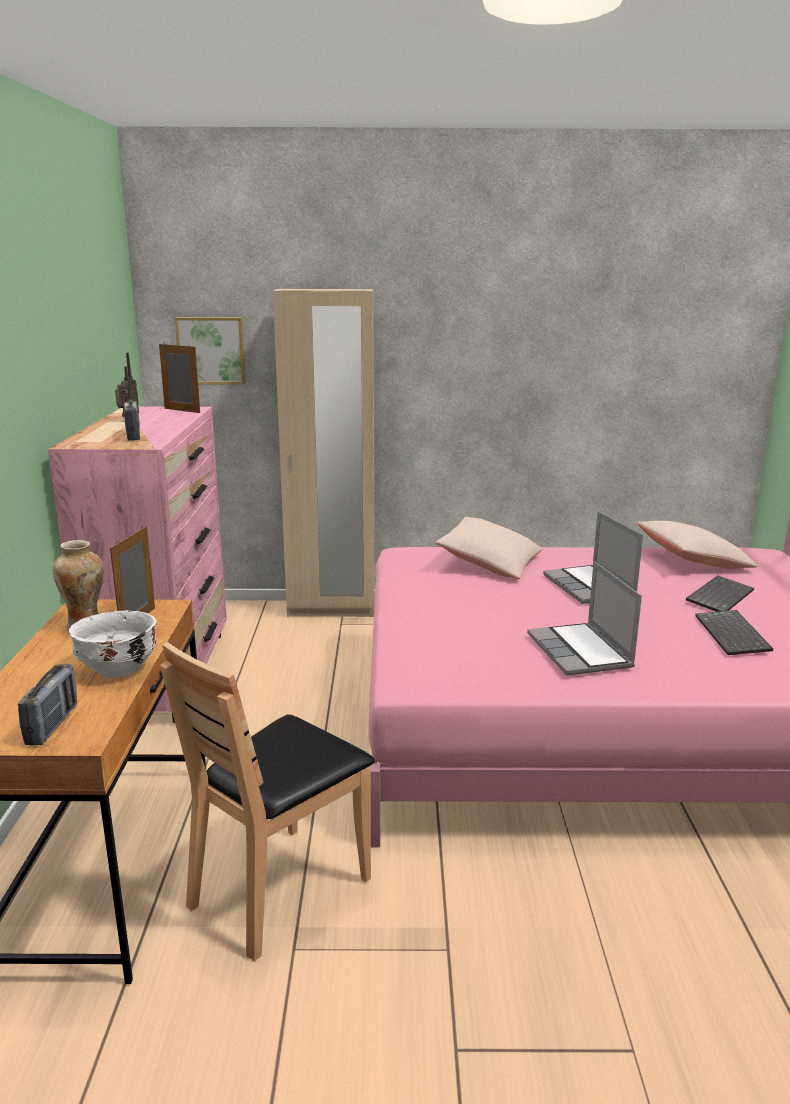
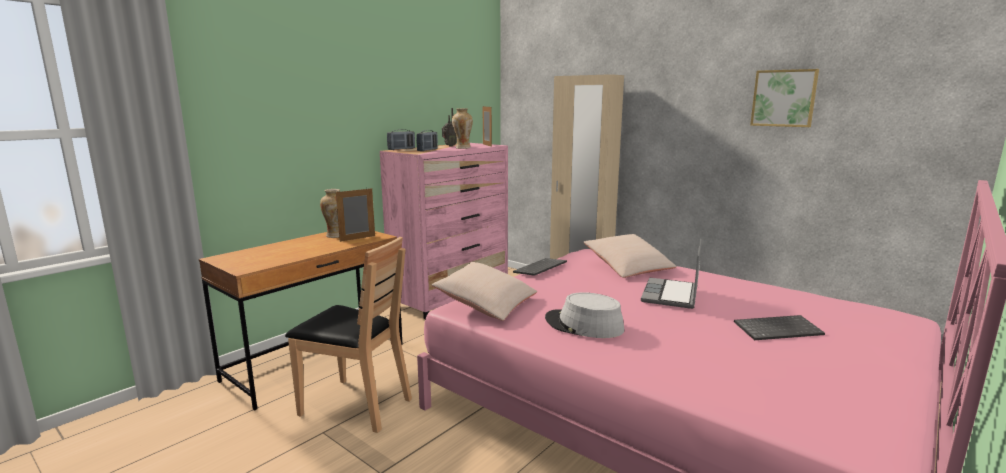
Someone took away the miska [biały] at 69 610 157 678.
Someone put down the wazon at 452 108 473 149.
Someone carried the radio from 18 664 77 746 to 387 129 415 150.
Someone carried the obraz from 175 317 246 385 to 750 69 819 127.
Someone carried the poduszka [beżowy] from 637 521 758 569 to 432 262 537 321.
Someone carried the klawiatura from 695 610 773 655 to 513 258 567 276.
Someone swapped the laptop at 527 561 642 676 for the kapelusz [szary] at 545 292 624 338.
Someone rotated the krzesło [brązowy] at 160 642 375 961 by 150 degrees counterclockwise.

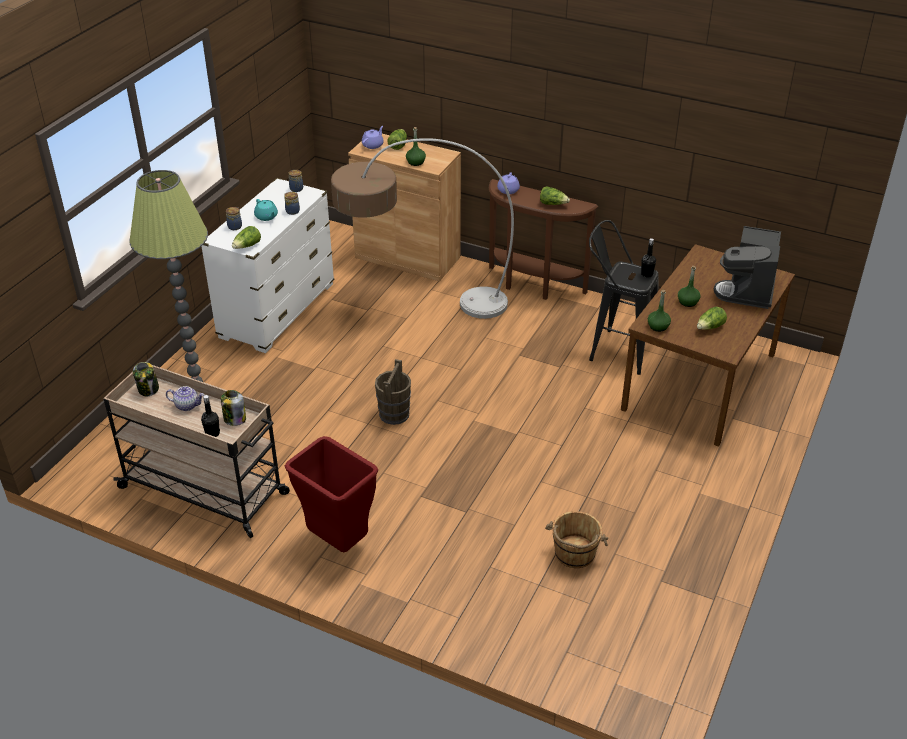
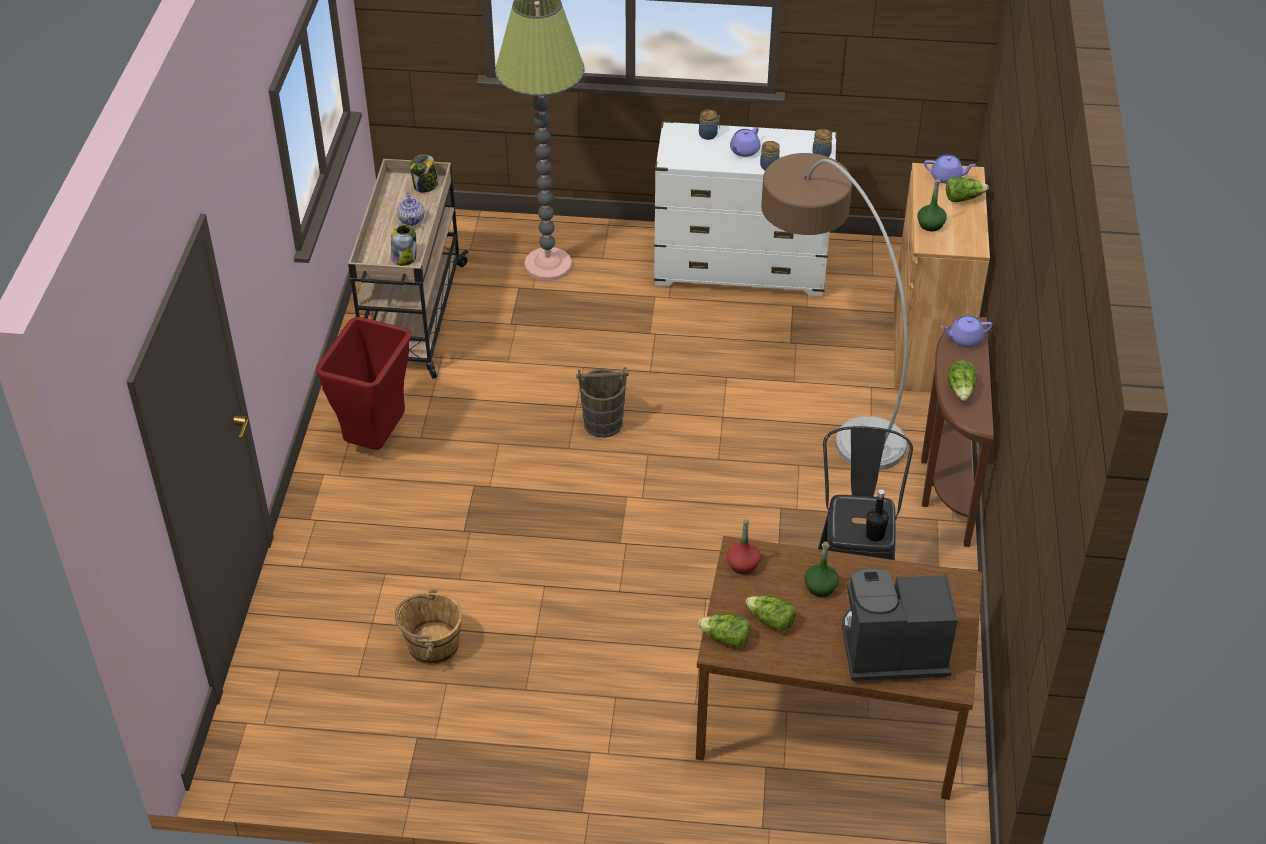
Someone took away the butelka [czarny] at 201 395 220 437.
Someone carried the sałata from 232 226 261 249 to 698 614 750 648.
Someone repainted the imbryk [turkusowy] at 254 199 278 221, which became the imbryk [fioletowy] at 730 127 760 157.
Someone repainted the butelka [zielony] at 648 290 671 332, which became the butelka [czerwony] at 727 520 761 574.

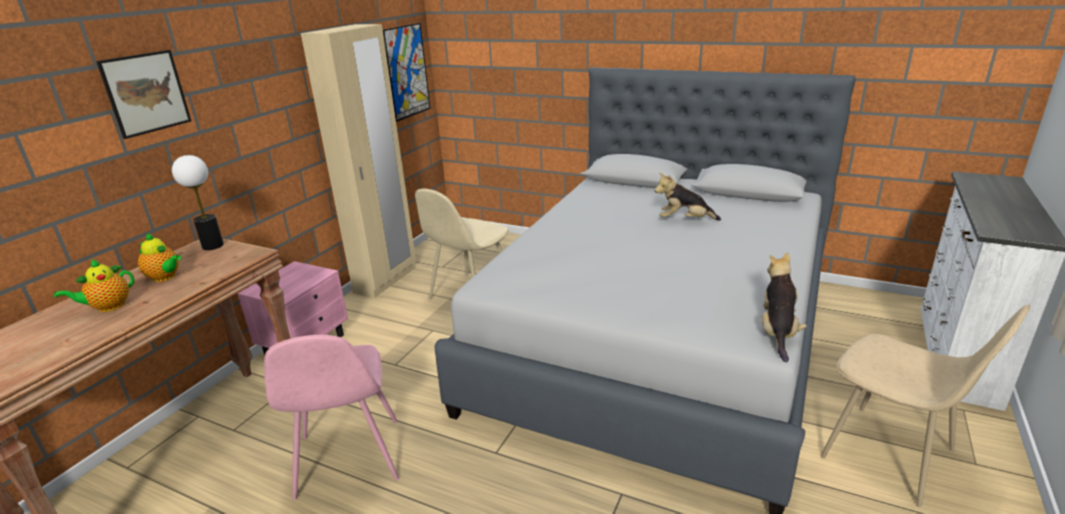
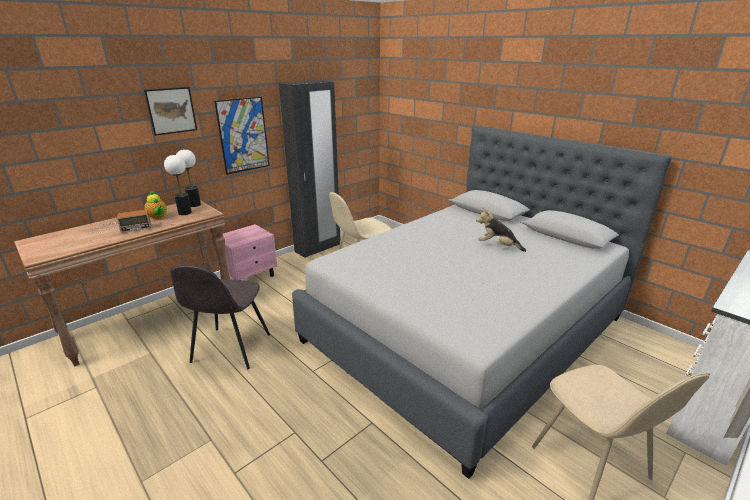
Someone took away the pluszak at 762 252 807 363.
Someone put down the lampa stołowa at 164 155 192 215.
Someone carried the obraz from 383 23 431 122 to 214 97 270 175.
Someone swapped the imbryk at 54 259 134 312 for the radio at 92 210 151 233.
Someone repainted the krzesło [różowy] at 264 335 399 501, which became the krzesło [szary] at 170 265 270 369.
Someone repainted the szafa [beżowy] at 301 24 416 298, which became the szafa [czarny] at 279 80 340 258.

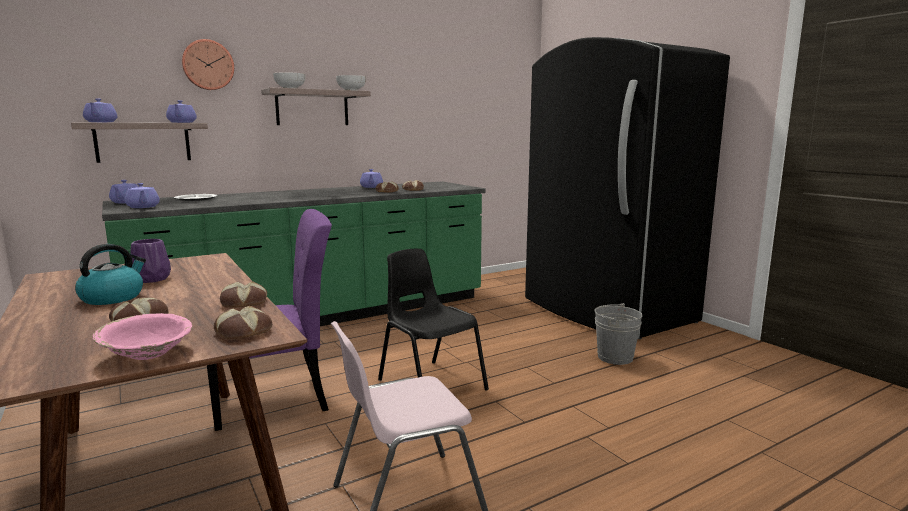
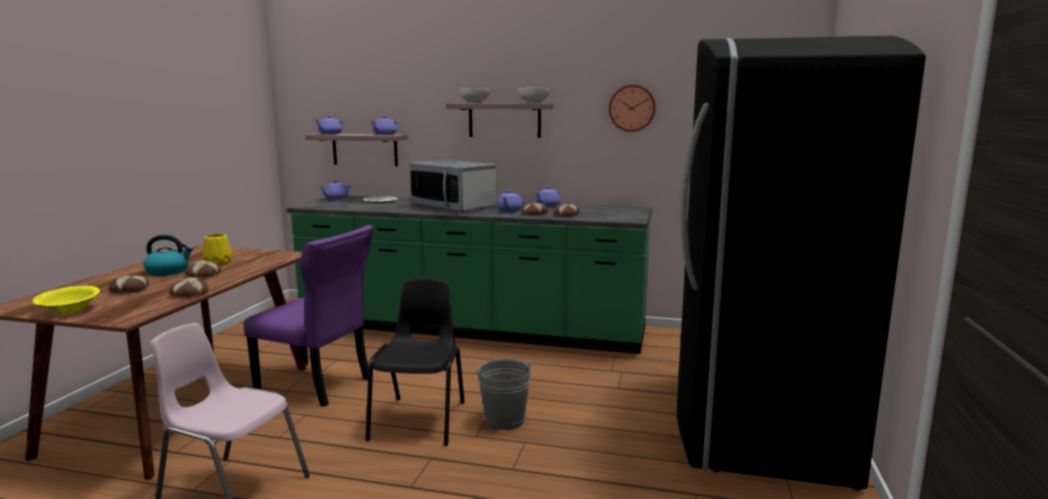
Someone put down the mikrofalówka at 410 160 496 212.
Someone carried the imbryk [fioletowy] from 125 183 160 208 to 497 190 523 212.
Someone carried the zegar ścienny from 182 39 234 90 to 609 85 656 132.
Someone carried the chleb from 214 306 272 340 to 185 260 221 277.
Someone carried the wiadro [szary] from 594 303 643 365 to 474 359 532 430.
Someone repainted the miska [różowy] at 92 313 192 360, which became the miska [żółty] at 32 286 100 314.
Someone repainted the wazon [fioletowy] at 130 239 171 283, which became the wazon [żółty] at 203 234 232 266.

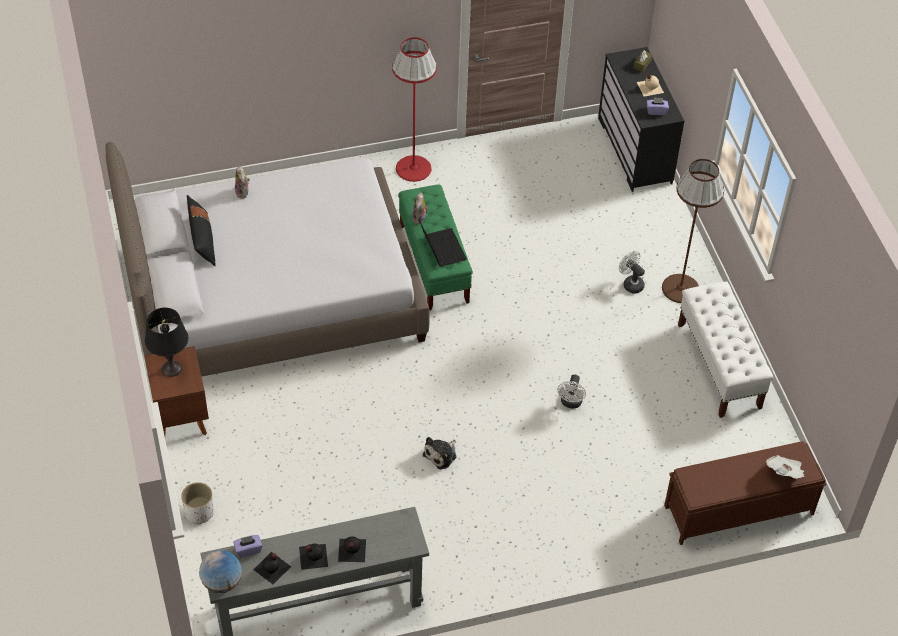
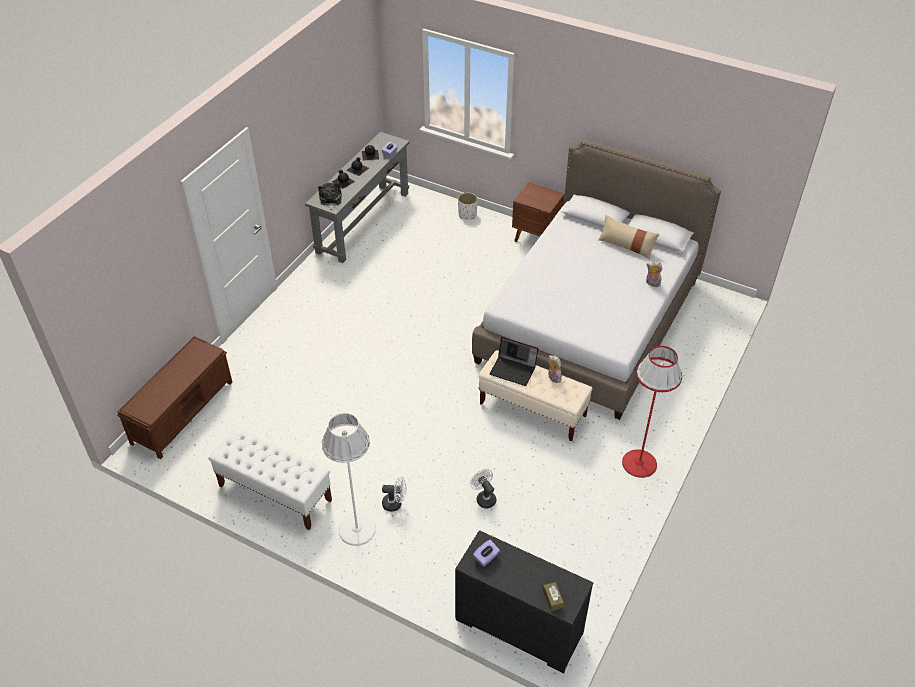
Someone took away the lampa stołowa [czarny] at 145 308 188 377.
Someone took away the globus at 199 550 242 593.
Someone took away the butelka [beżowy] at 637 75 664 97.
Someone took away the gazeta at 766 455 804 479.
Someone carried the pluszak from 423 437 457 469 to 318 183 342 210.
Someone carried the wentylator [biały] from 558 374 586 408 to 470 469 496 509.
Someone repainted the poduszka [czarny] at 187 195 216 266, which became the poduszka [beżowy] at 598 215 659 259.
Someone repainted the ławka [zielony] at 398 185 473 311, which became the ławka [beżowy] at 479 350 592 442.
Someone repainted the lampa stojąca [brązowy] at 662 159 724 303, which became the lampa stojąca [biały] at 321 413 376 546.

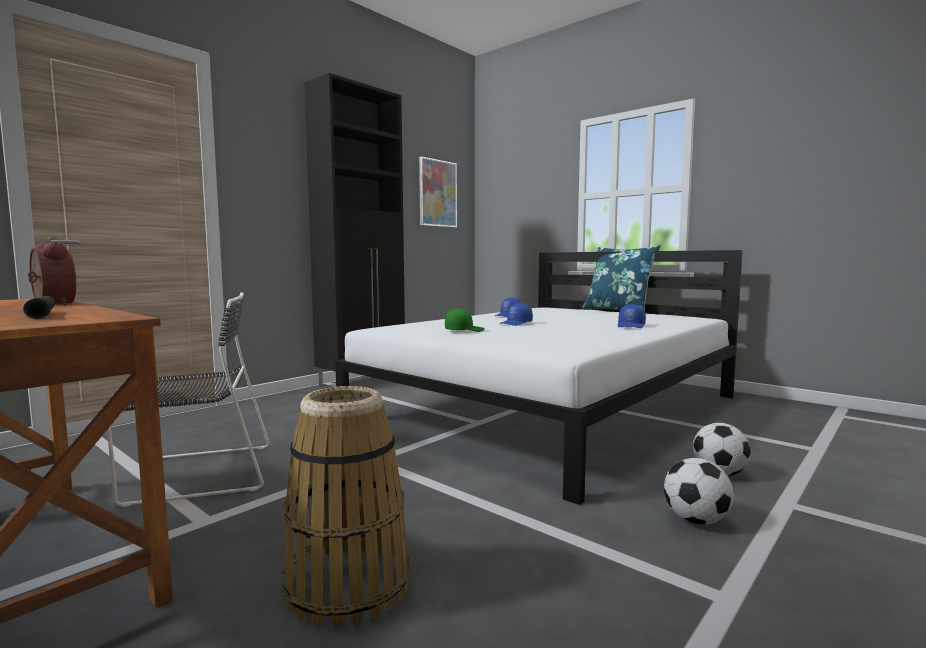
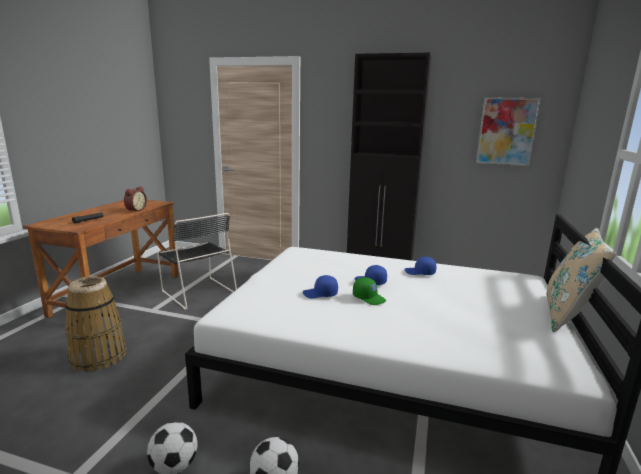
Someone carried the czapka z daszkiem [zielony] from 445 308 485 332 to 353 277 386 305.
Someone carried the czapka z daszkiem [niebieski] from 617 304 646 328 to 303 275 338 298.
Someone repainted the poduszka [niebieski] at 582 246 661 311, which became the poduszka [beżowy] at 546 228 616 332.

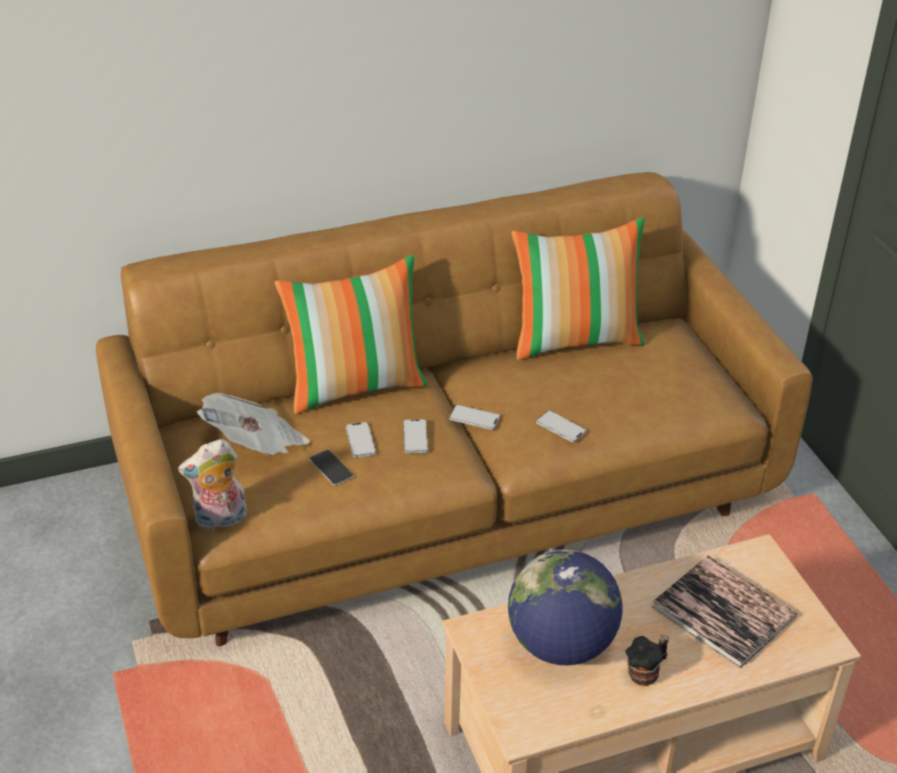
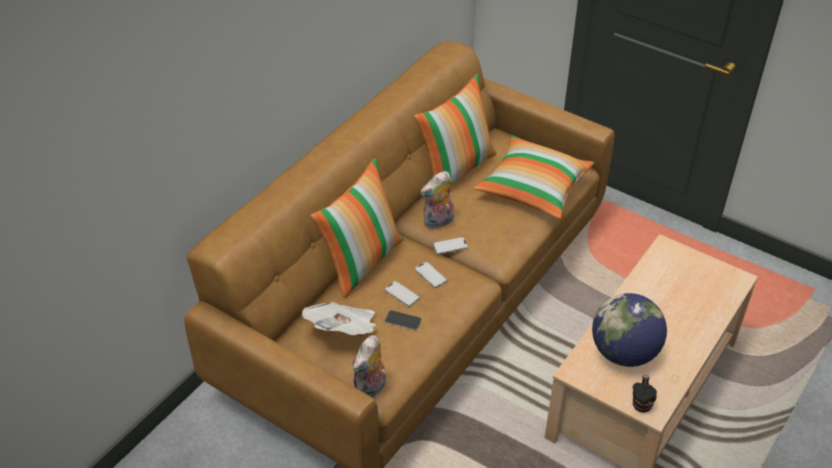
Someone took away the telefon at 536 410 586 442.
Someone took away the książka at 652 556 797 669.
Someone put down the pluszak at 420 171 454 229.
Someone put down the poduszka at 474 135 594 219.
Someone carried the kubek from 625 635 669 686 to 633 375 657 413.

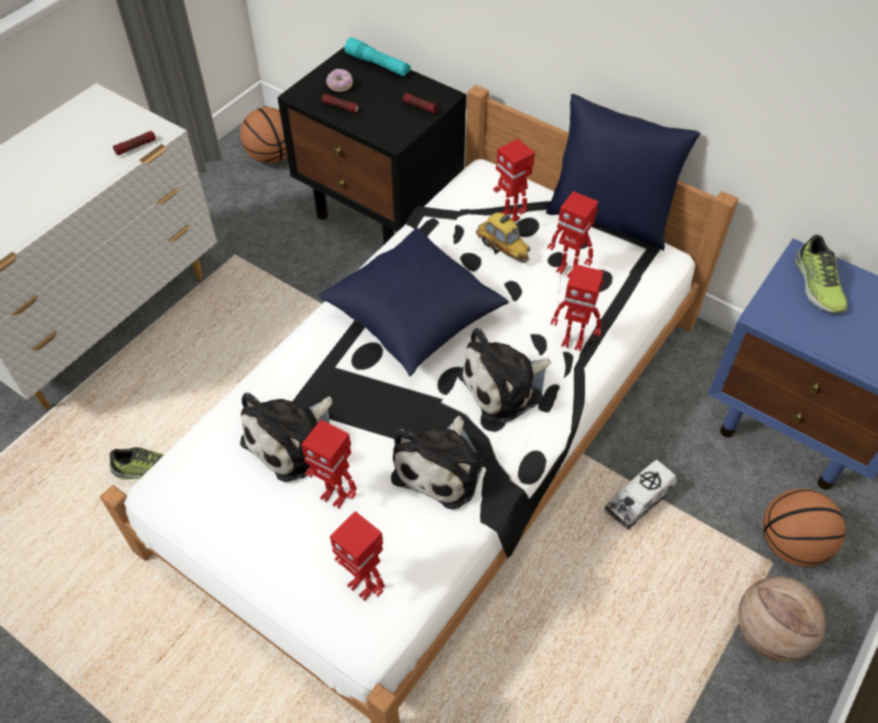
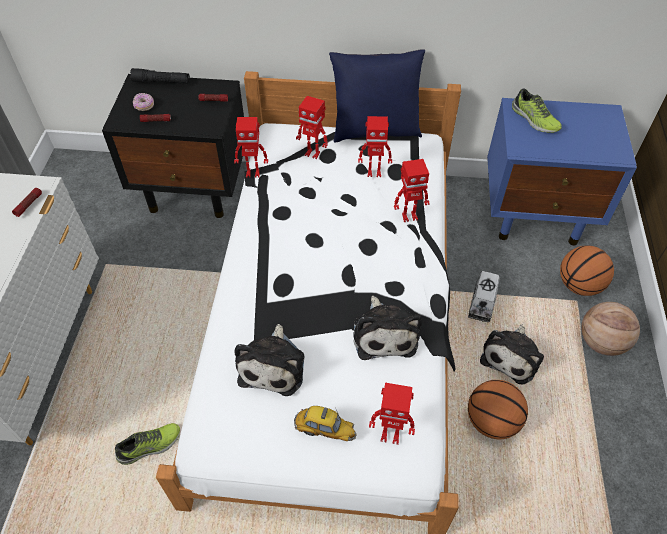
Someone took away the poduszka [niebieski] at 318 228 509 376.
Someone carried the piłka do koszykówki from 240 107 287 164 to 468 380 528 439.
Someone carried the robot zabawkowy from 301 420 357 509 to 234 117 268 178.
Someone carried the pluszak from 457 328 551 423 to 480 324 544 385.
Someone carried the samochodzik from 476 212 530 263 to 294 406 357 441.
Someone repainted the latarka [turkusowy] at 344 37 411 76, which became the latarka [czarny] at 130 68 190 84.

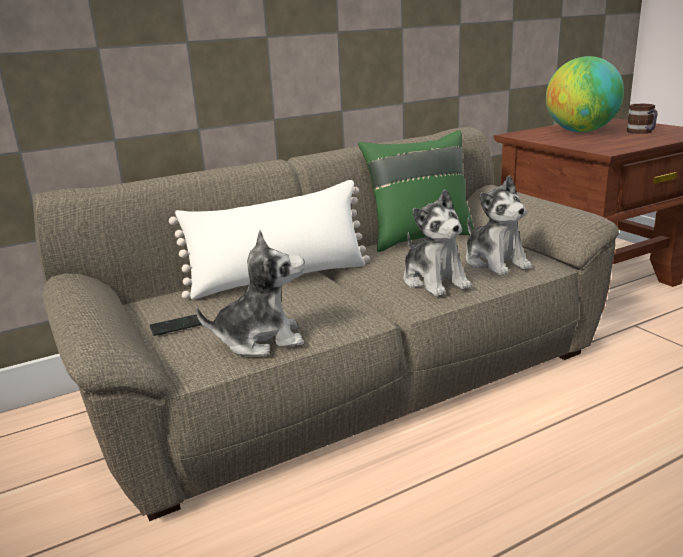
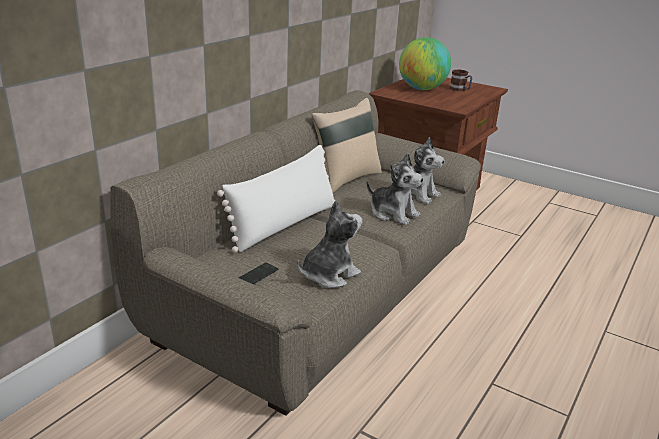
Someone repainted the poduszka [zielony] at 358 130 474 252, which became the poduszka [beżowy] at 311 98 382 193.

